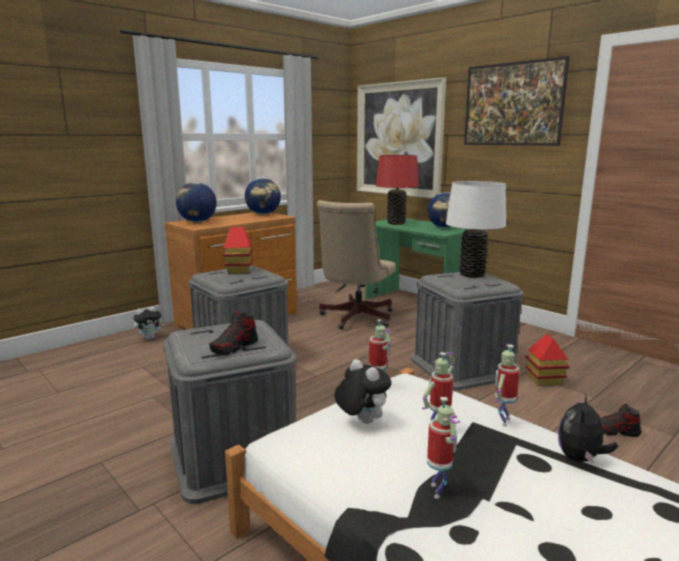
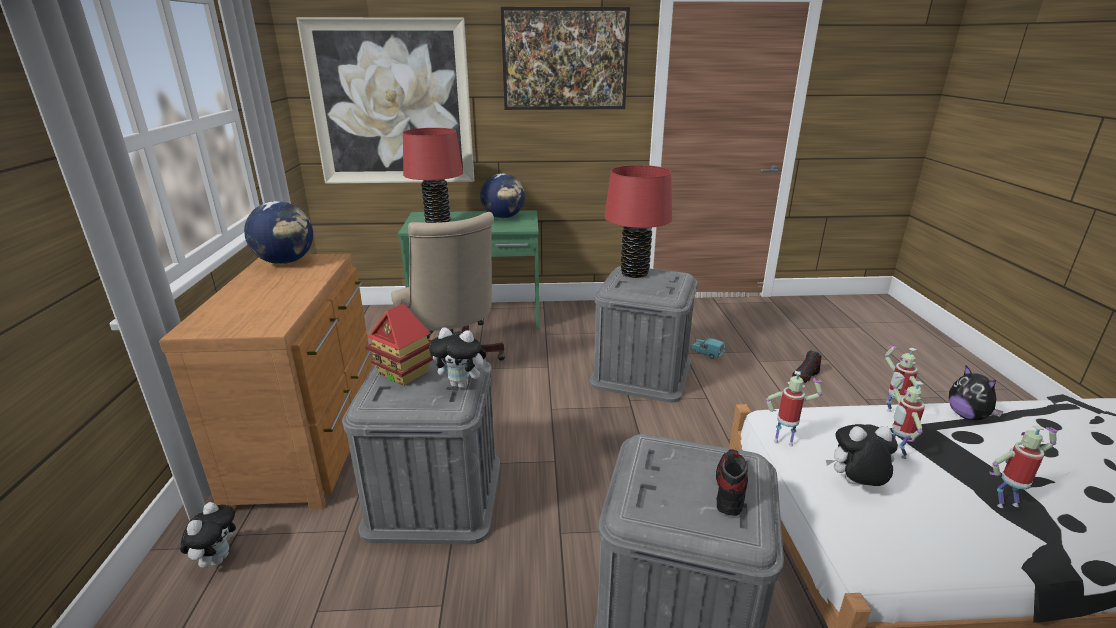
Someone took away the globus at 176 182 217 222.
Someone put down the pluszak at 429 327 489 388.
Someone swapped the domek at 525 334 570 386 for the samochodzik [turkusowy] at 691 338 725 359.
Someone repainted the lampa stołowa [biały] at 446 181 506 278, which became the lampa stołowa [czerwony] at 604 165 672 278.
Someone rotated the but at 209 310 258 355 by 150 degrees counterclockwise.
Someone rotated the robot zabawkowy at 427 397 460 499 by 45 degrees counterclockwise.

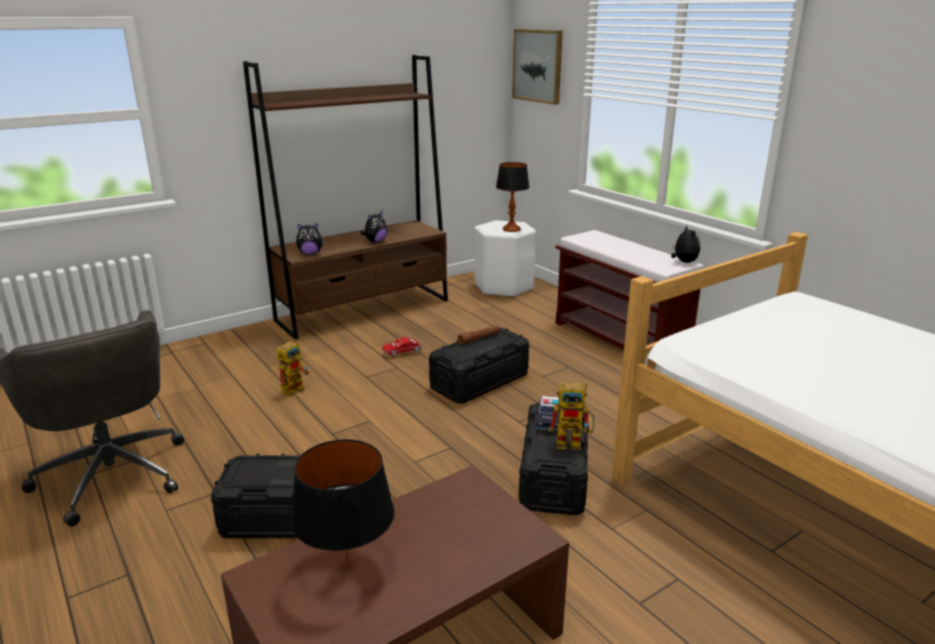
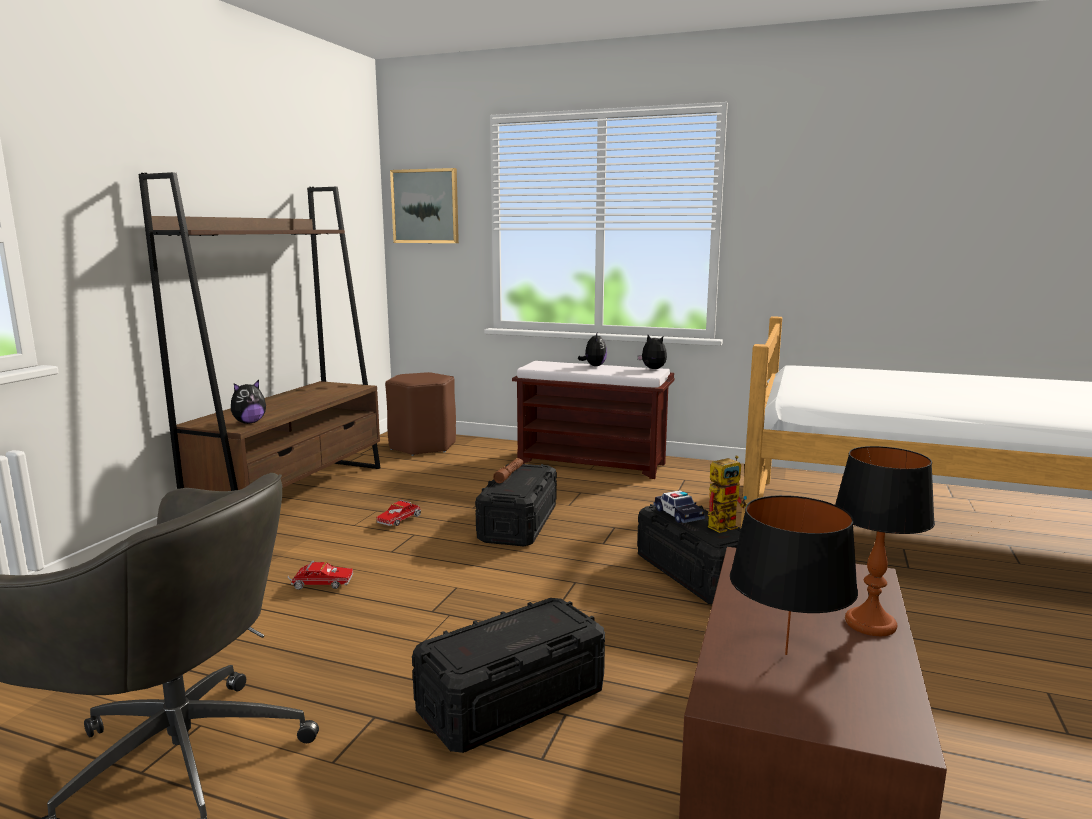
Someone carried the pluszak from 361 211 387 243 to 578 334 607 366.
Someone carried the lampa stołowa from 496 162 530 232 to 835 446 935 636.
Someone swapped the robot zabawkowy at 277 339 309 397 for the ciężarówka zabawkowa at 287 561 353 590.
Someone repainted the stołek [biały] at 475 220 536 297, which became the stołek [brązowy] at 385 372 456 456.

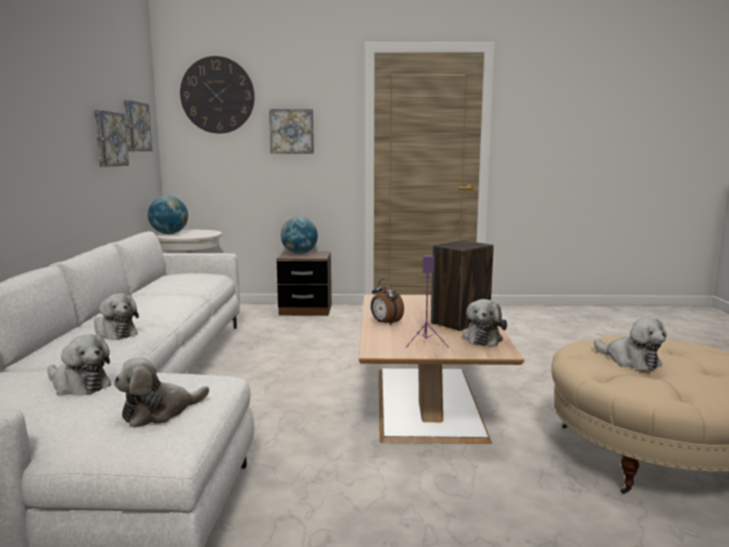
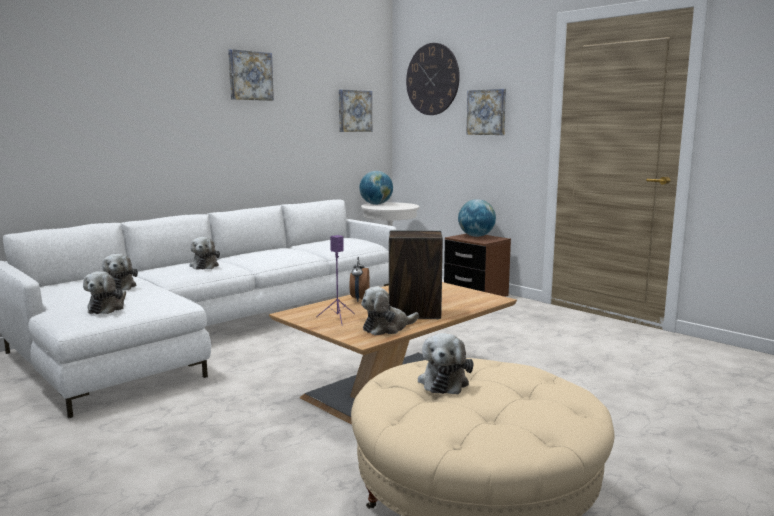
Someone carried the obraz from 94 110 129 167 to 228 49 274 101.
Someone rotated the pluszak at 114 357 209 428 by 90 degrees counterclockwise.

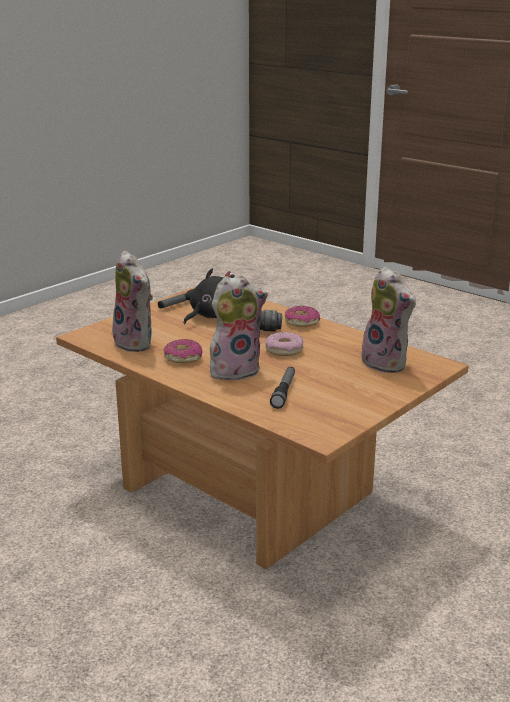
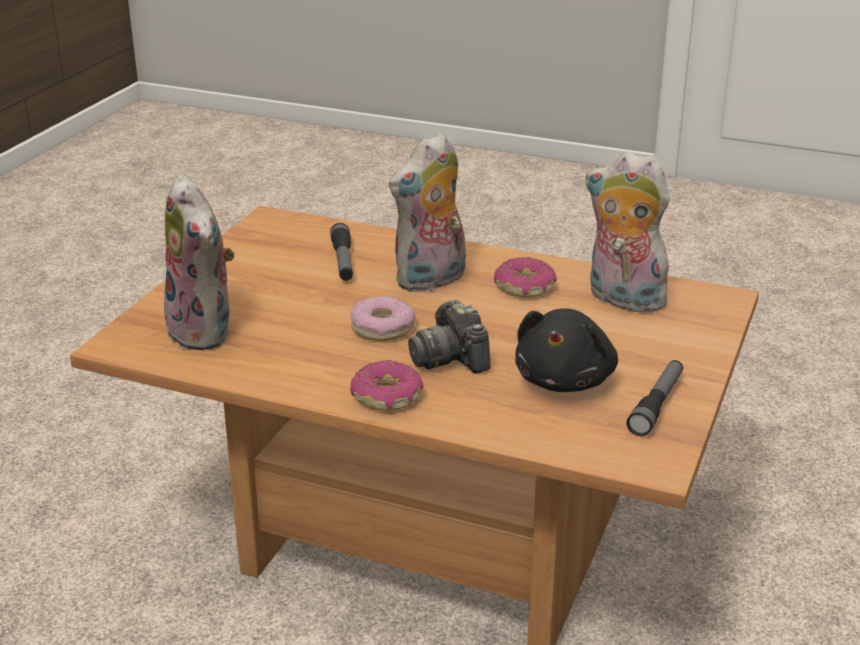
Someone rotated the pluszak at 358 267 416 373 by 150 degrees counterclockwise.

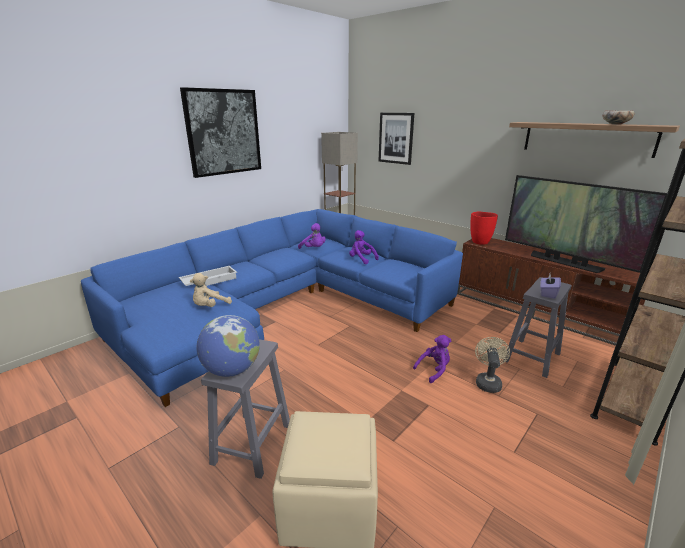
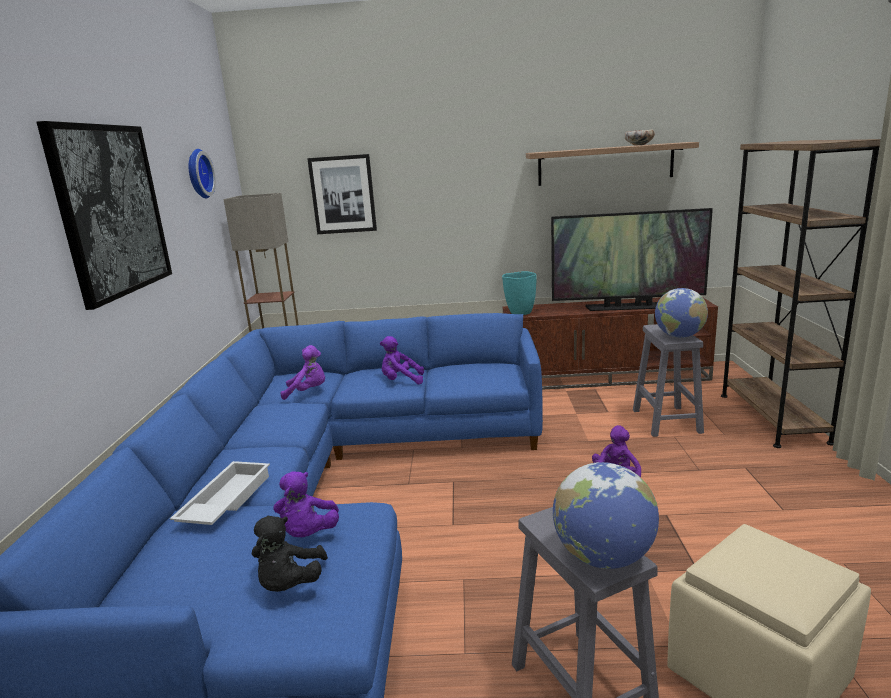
Someone took away the wentylator [beżowy] at 475 337 510 393.
Someone put up the zegar ścienny at 189 149 216 198.
Someone put down the pluszak [czarny] at 252 516 328 592.
Someone swapped the pudełko chusteczek [fioletowy] at 540 274 561 299 for the globus at 655 288 708 338.
Someone repainted the pluszak [beżowy] at 190 273 232 307, which became the pluszak [fioletowy] at 273 471 339 537.
Someone repainted the wazon [czerwony] at 470 211 498 245, which became the wazon [turkusowy] at 502 271 536 315.

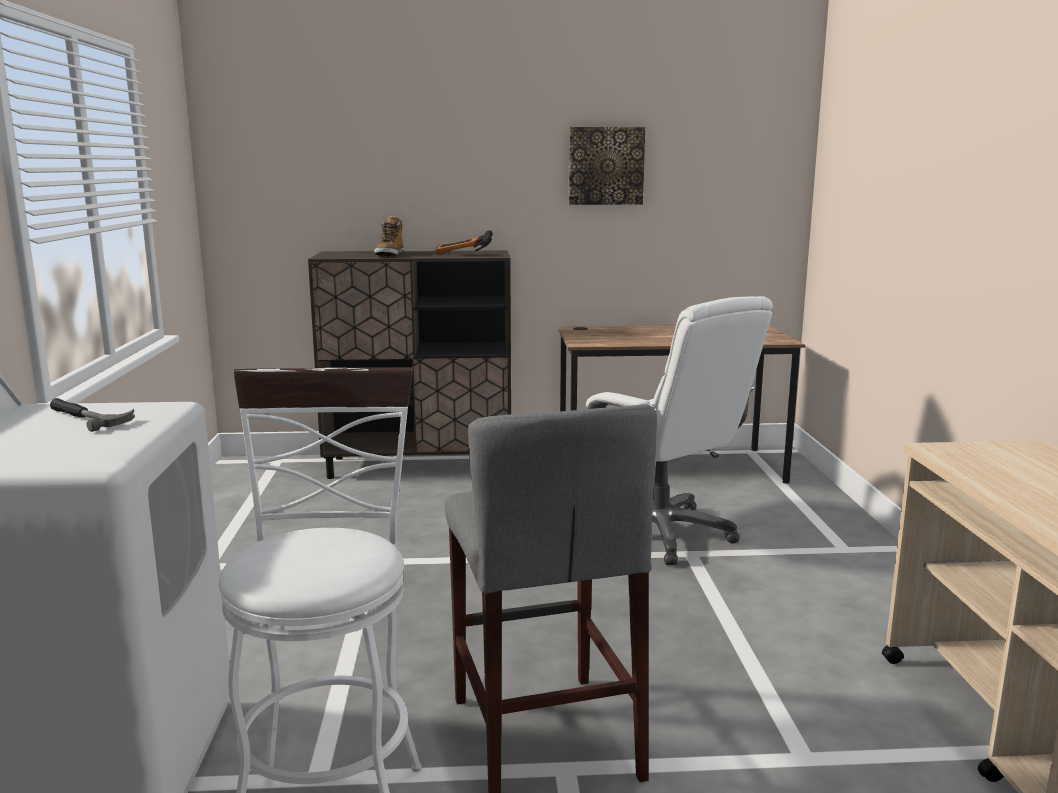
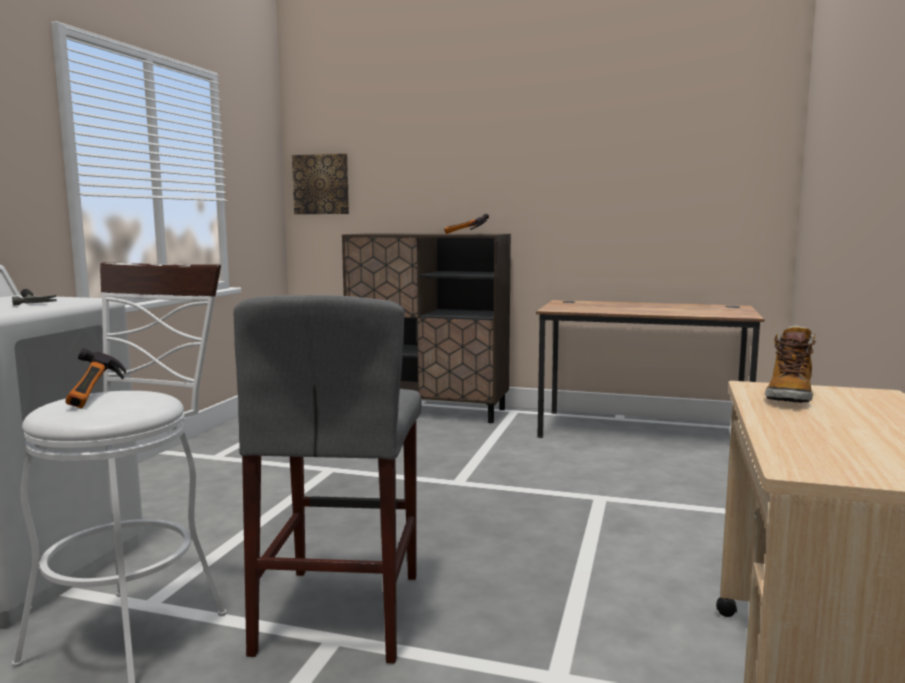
Someone took away the krzesło biurowe [biały] at 586 296 773 565.
Someone put down the młotek at 65 348 126 408.
Someone carried the but z cholewką from 374 216 404 256 to 765 325 816 403.
Someone carried the obraz from 569 127 645 205 to 292 154 349 214.

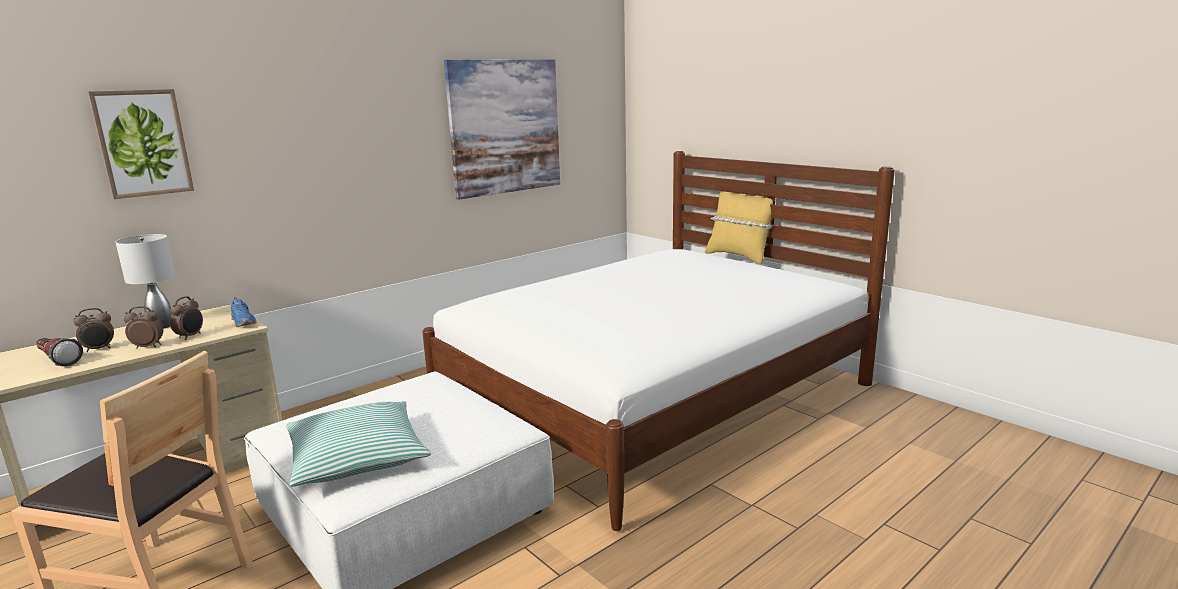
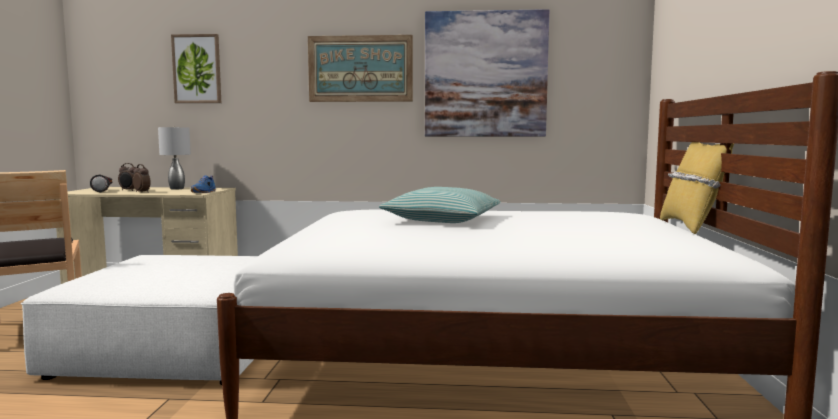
Someone took away the budzik at 170 296 203 340.
Someone put up the obraz at 308 35 413 102.
Someone carried the poduszka from 286 401 431 487 to 379 187 501 223.

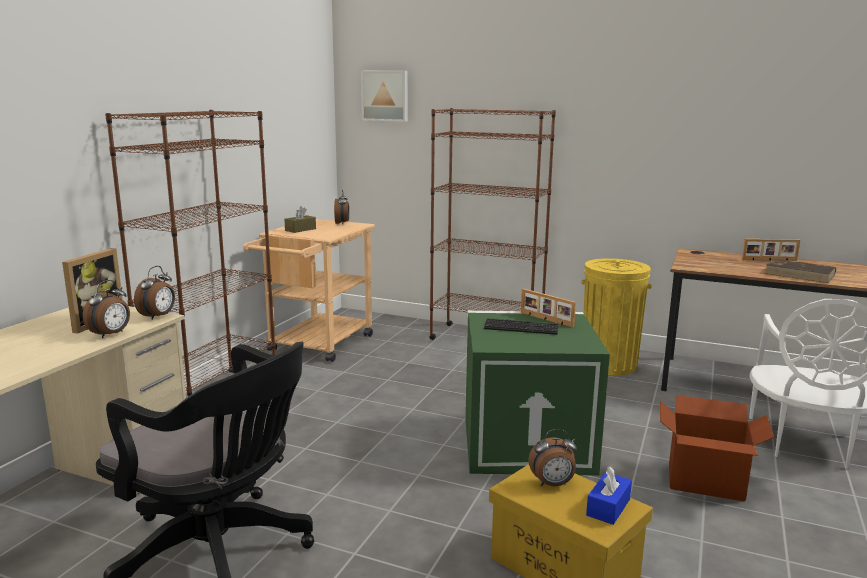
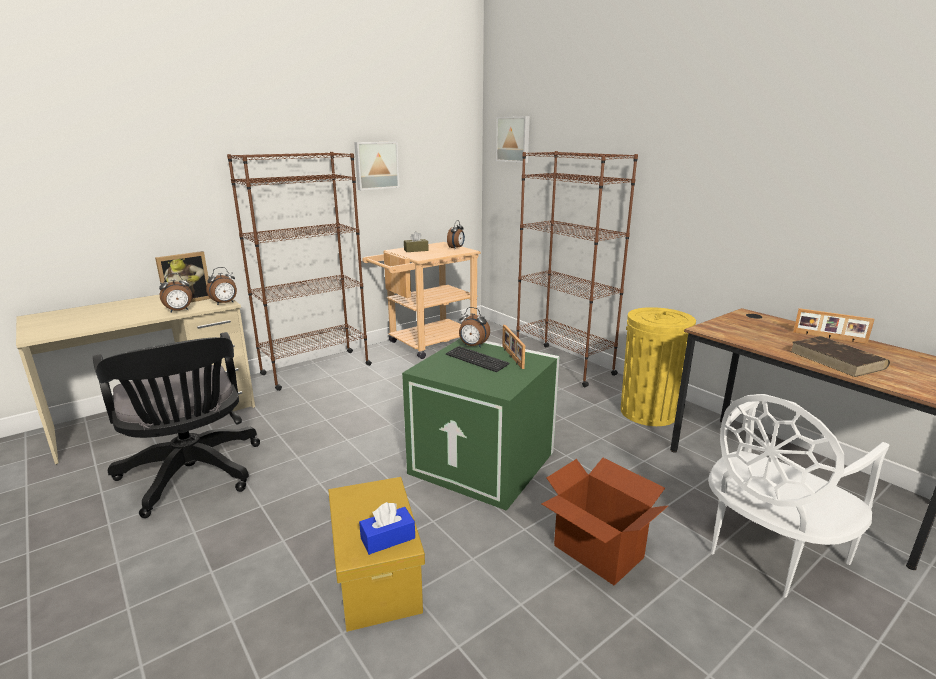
Someone put up the obraz at 354 142 400 190.
Someone carried the budzik from 528 429 577 486 to 459 307 490 348.

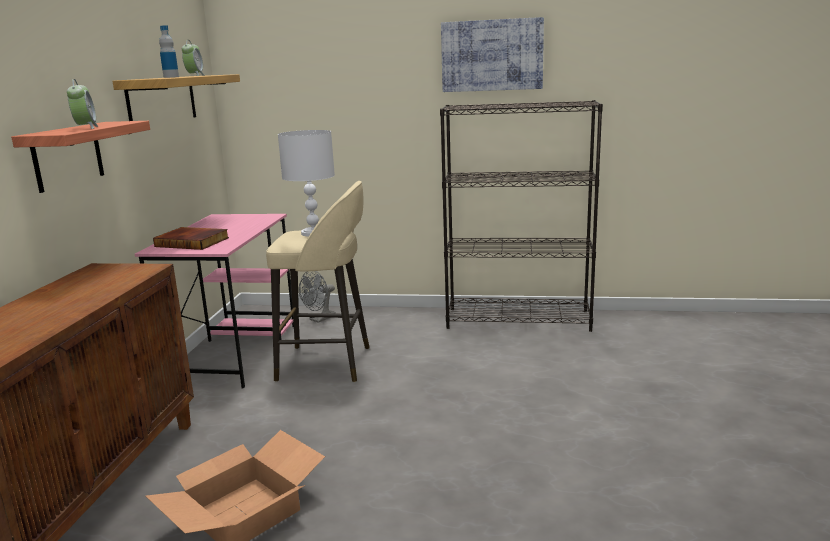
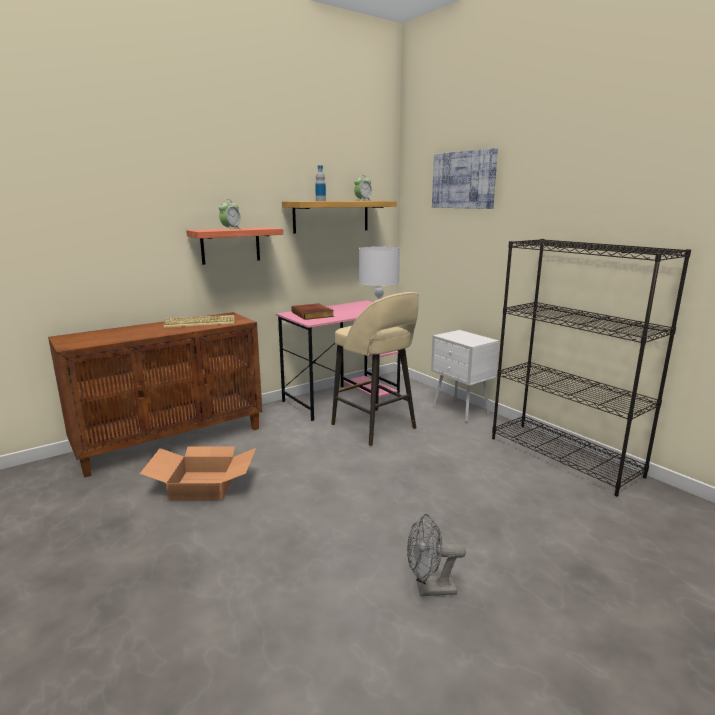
Someone put down the klawiatura at 164 315 235 327.
Someone put down the szafka nocna [biały] at 431 330 499 422.
Someone carried the wentylator [szary] from 299 271 336 323 to 407 514 466 596.
Someone carried the obraz from 441 17 544 92 to 432 148 498 209.

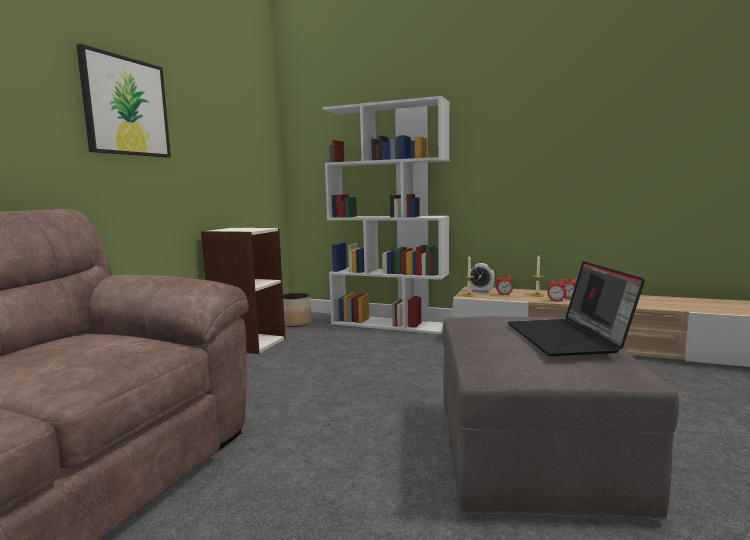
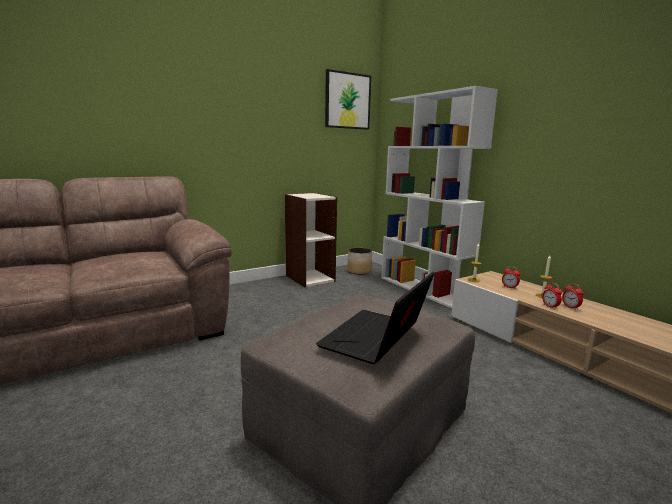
Someone took away the budzik at 471 263 495 293.
Someone carried the obraz from 76 44 171 157 to 325 69 371 130.

